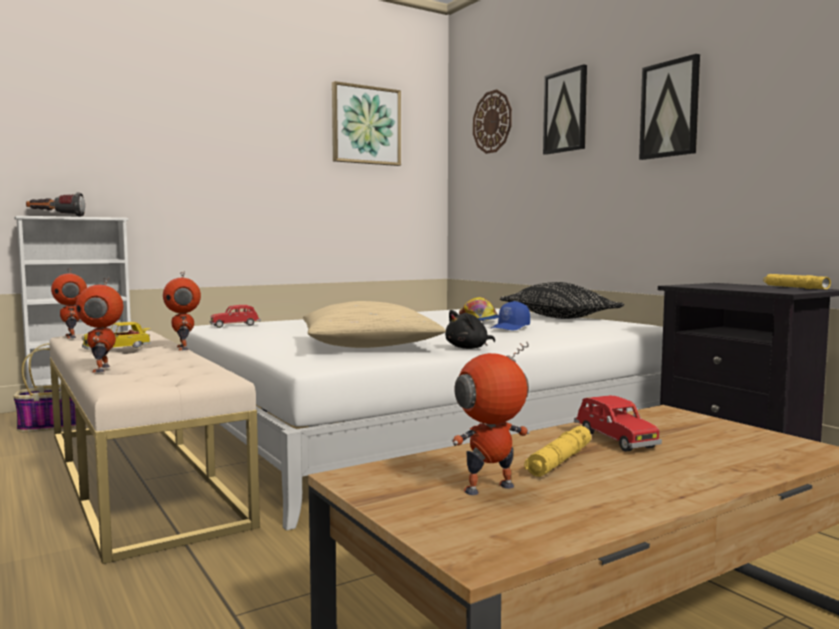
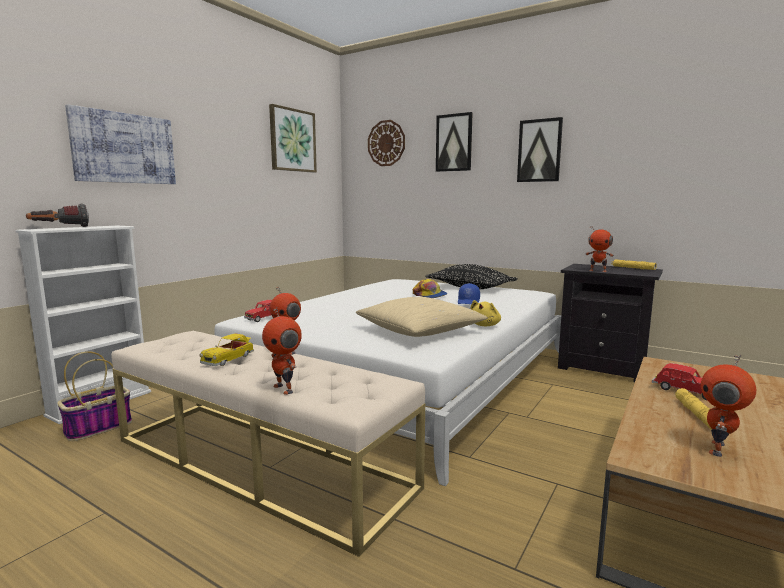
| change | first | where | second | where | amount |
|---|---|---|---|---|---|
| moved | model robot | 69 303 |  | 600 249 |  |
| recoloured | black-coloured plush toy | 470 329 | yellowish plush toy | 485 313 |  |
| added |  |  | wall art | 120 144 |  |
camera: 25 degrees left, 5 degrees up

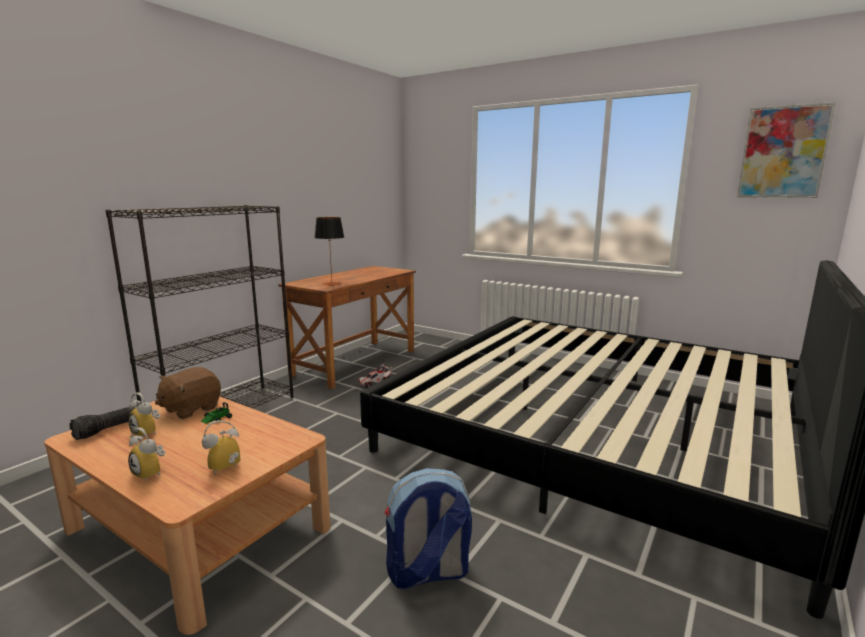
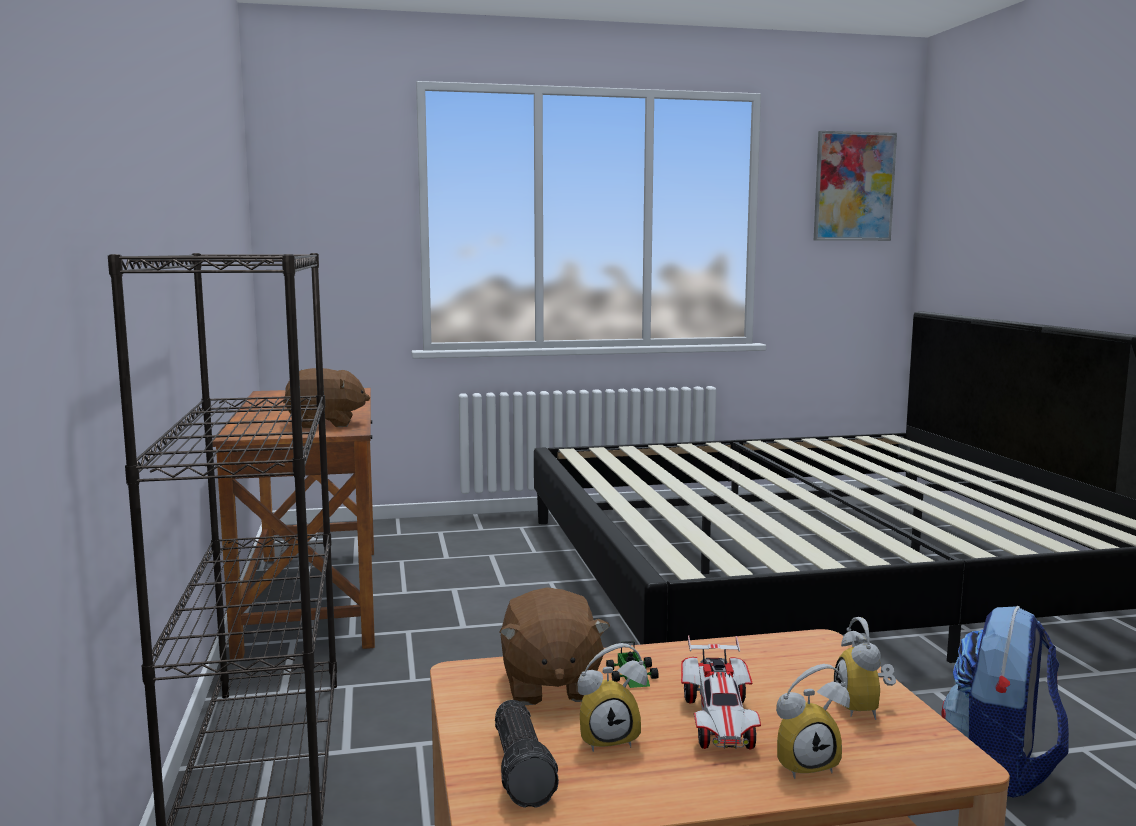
| change | first | where | second | where | amount |
|---|---|---|---|---|---|
| replaced | table lamp | 329 251 | brownish plush toy | 326 398 |  |
| moved | model car | 375 375 |  | 721 693 |  |
camera: 45 degrees left, 5 degrees down

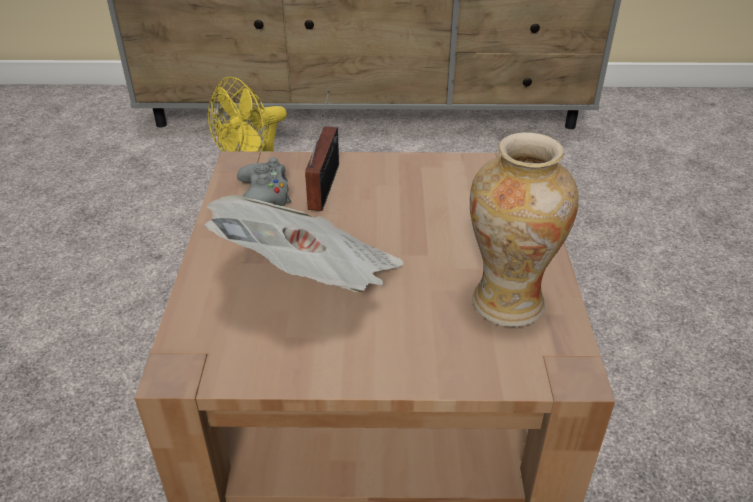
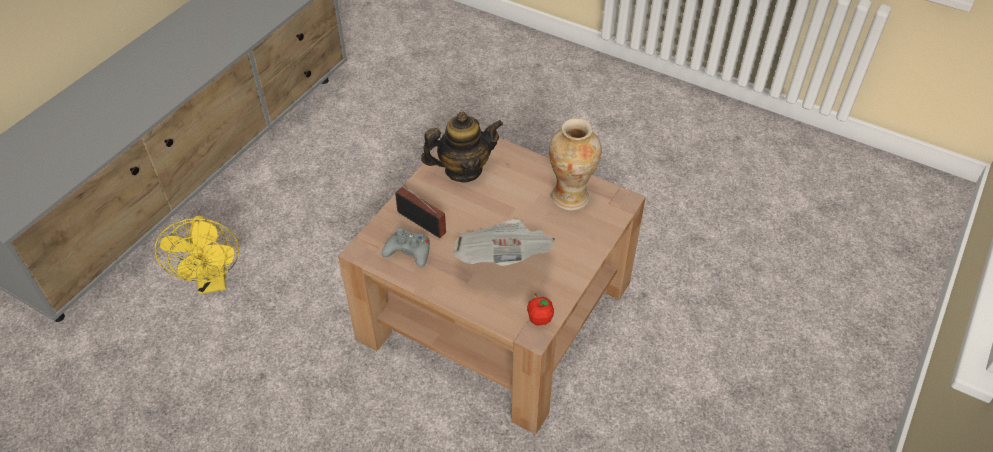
| change | first | where | second | where | amount |
|---|---|---|---|---|---|
| added |  |  | tea pot | 462 147 |  |
| added |  |  | apple | 540 309 |  |
camera: 60 degrees left, 10 degrees up

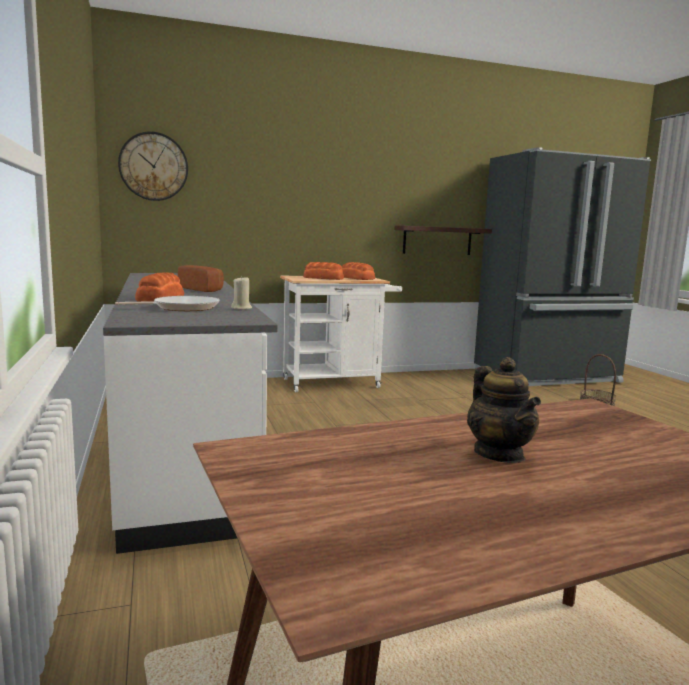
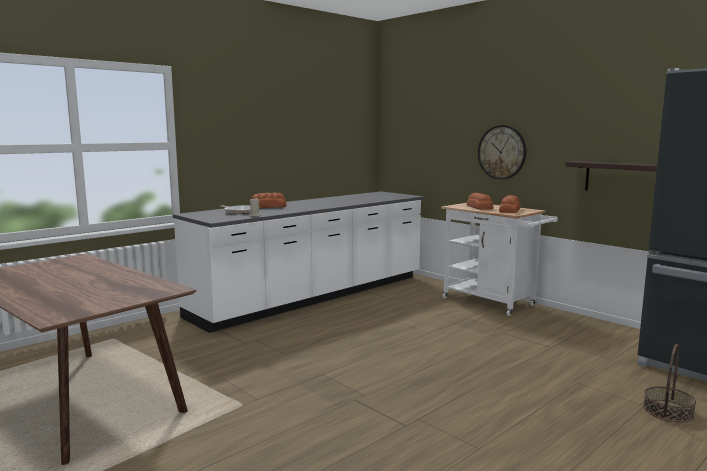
| change | first | where | second | where | amount |
|---|---|---|---|---|---|
| moved | hanging clock | 153 166 |  | 502 152 |  |
| removed | bread | 201 278 |  |  |  |
| removed | tea pot | 504 410 |  |  |  |
camera: 65 degrees right, 0 degrees up

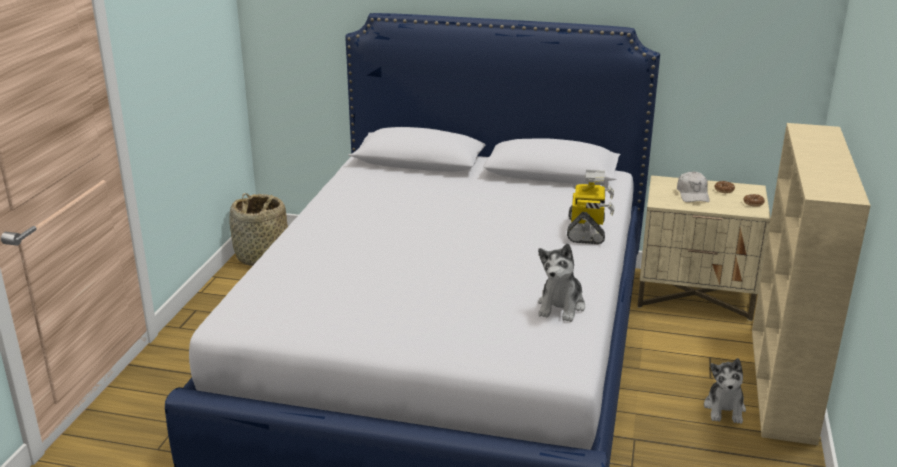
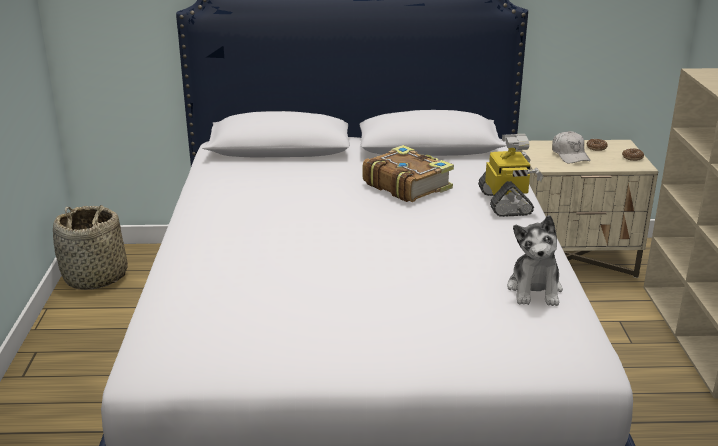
| change | first | where | second | where | amount |
|---|---|---|---|---|---|
| removed | plush toy | 725 391 |  |  |  |
| added |  |  | book | 408 173 |  |
camera: 15 degrees left, 0 degrees up

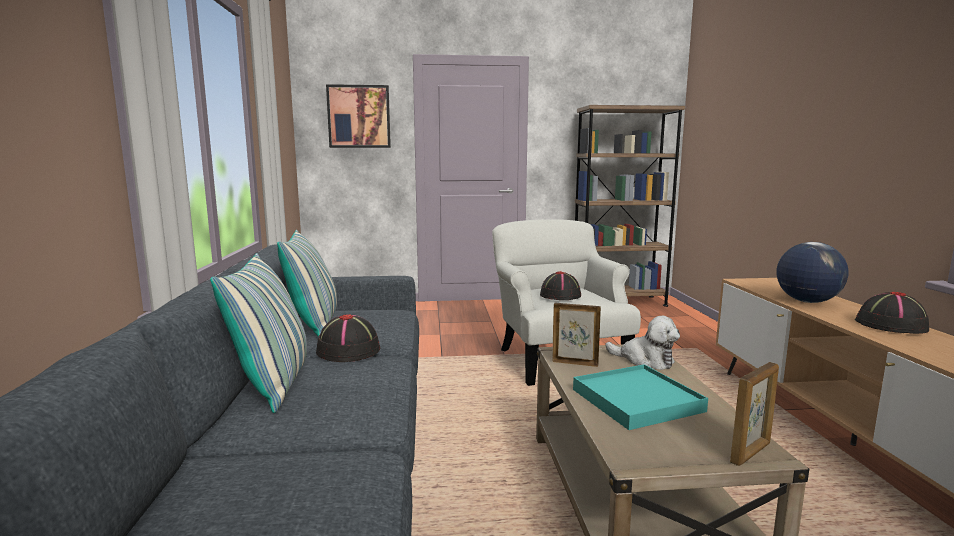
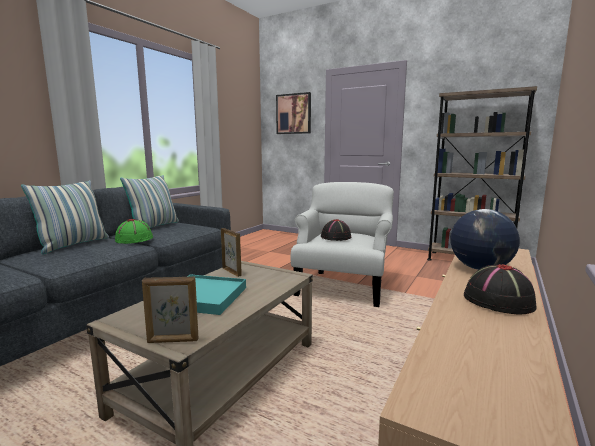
| change | first | where | second | where | amount |
|---|---|---|---|---|---|
| recoloured | black-coloured clothing hat | 348 338 | green-coloured clothing hat | 134 231 |  |
| removed | plush toy | 642 343 |  |  |  |
camera: 35 degrees right, 0 degrees up

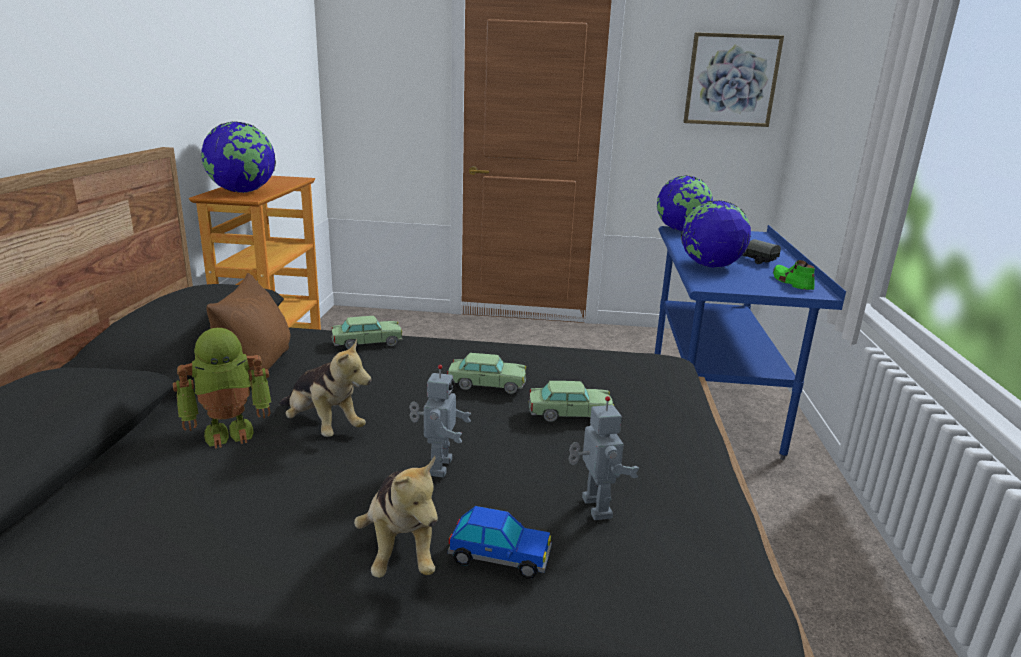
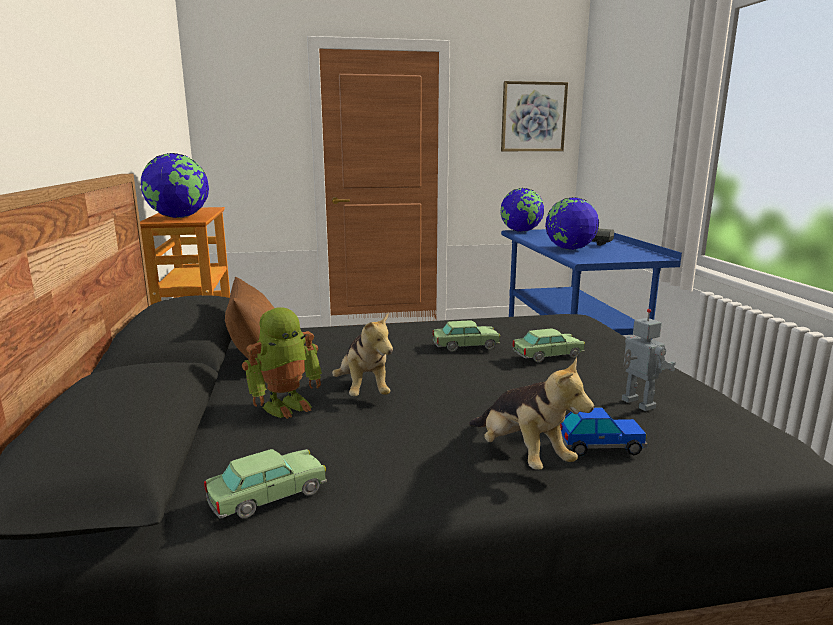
| change | first | where | second | where | amount |
|---|---|---|---|---|---|
| turned | plush toy | 325 387 |  | 362 354 | 45 degrees clockwise |
| moved | model car | 367 332 |  | 265 483 |  |
| removed | model robot | 440 421 |  |  |  |
| removed | green-coloured low shoe | 794 275 |  |  |  |
camera: 15 degrees left, 5 degrees down

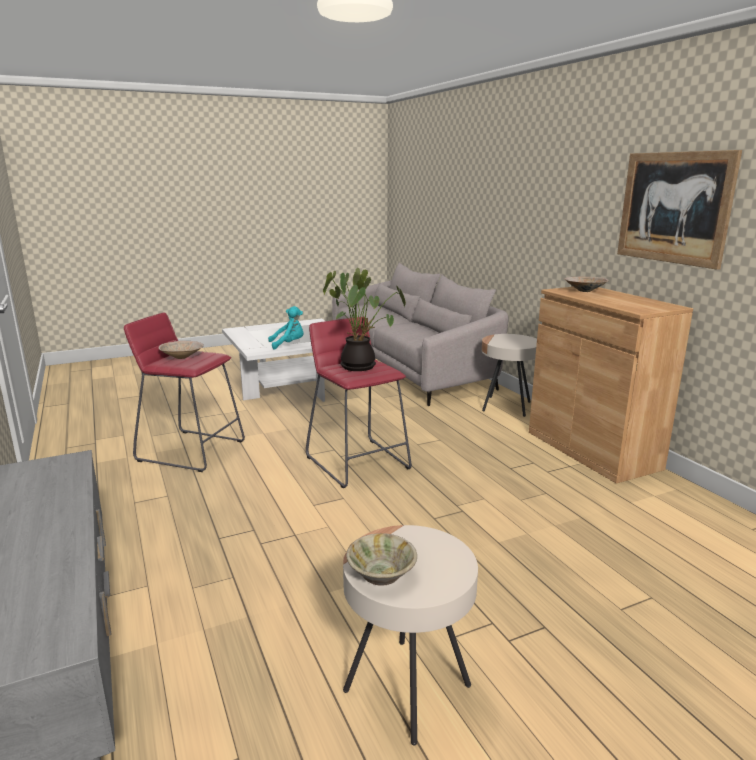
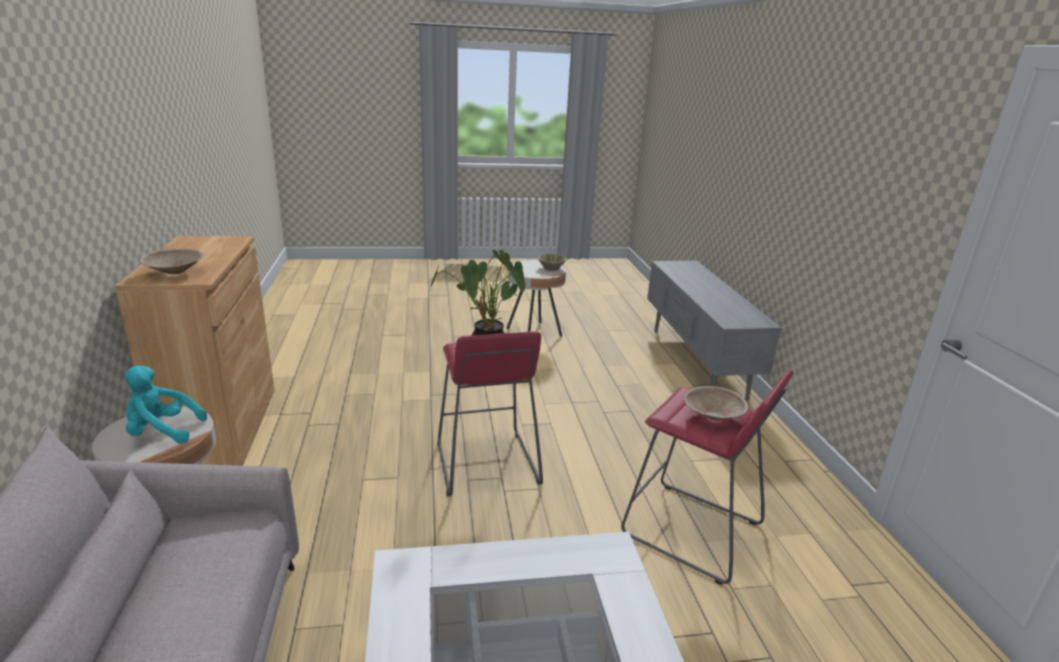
| change | first | where | second | where | amount |
|---|---|---|---|---|---|
| moved | turquoise plush toy | 286 327 |  | 165 405 |  |
| removed | wall art | 679 210 |  |  |  |
camera: 165 degrees left, 5 degrees up

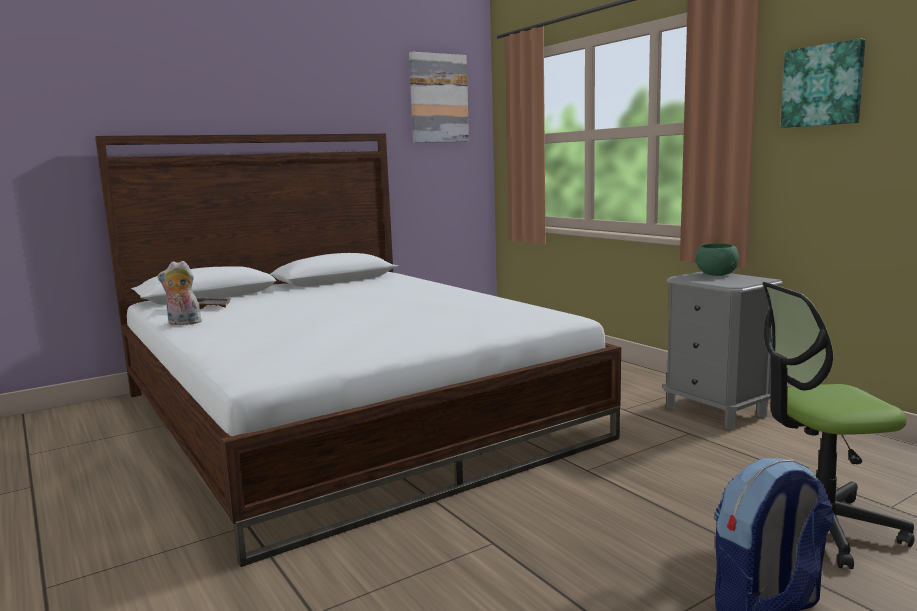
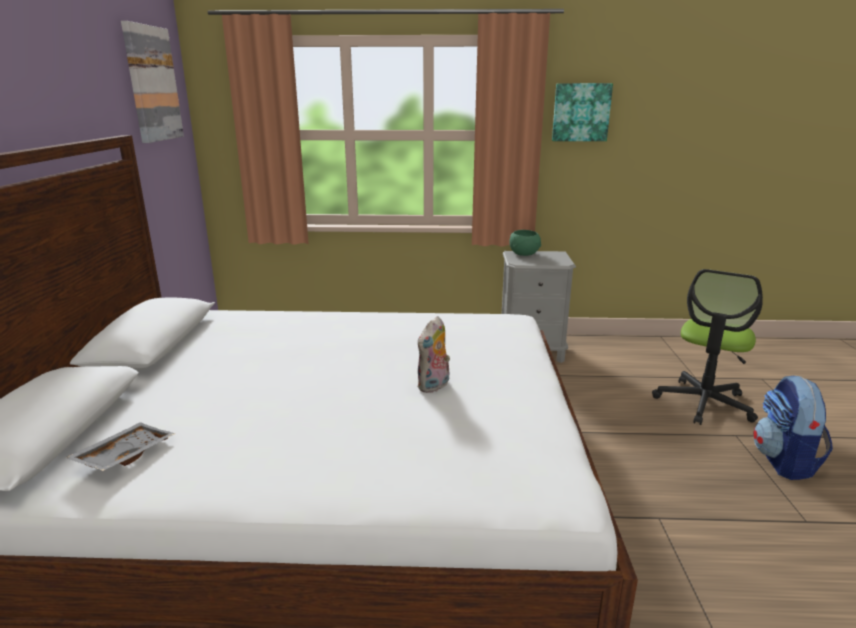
| change | first | where | second | where | amount |
|---|---|---|---|---|---|
| moved | plush toy | 180 293 |  | 433 354 |  |
camera: 55 degrees left, 10 degrees up

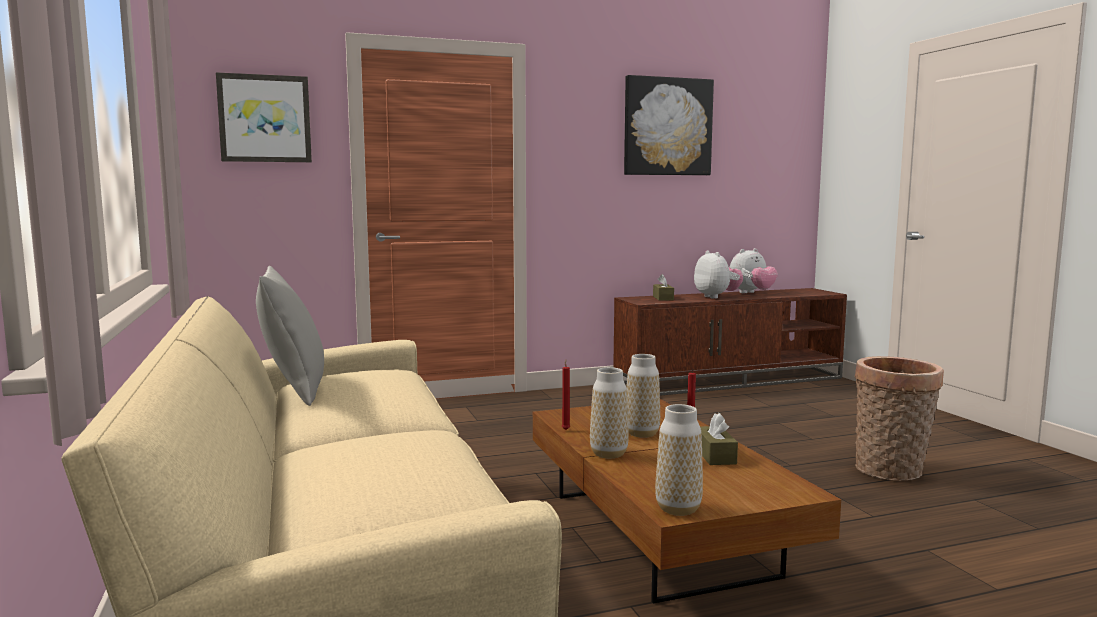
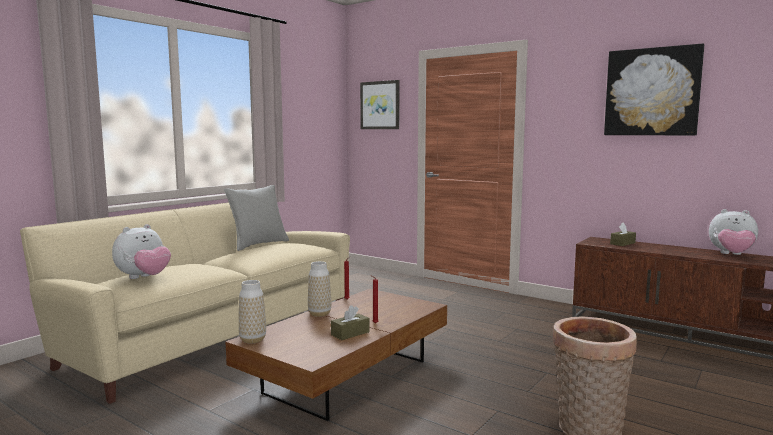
| change | first | where | second | where | amount |
|---|---|---|---|---|---|
| removed | decorative vase | 643 396 |  |  |  |
| moved | plush toy | 718 275 |  | 141 251 |  |
camera: 55 degrees right, 0 degrees up

